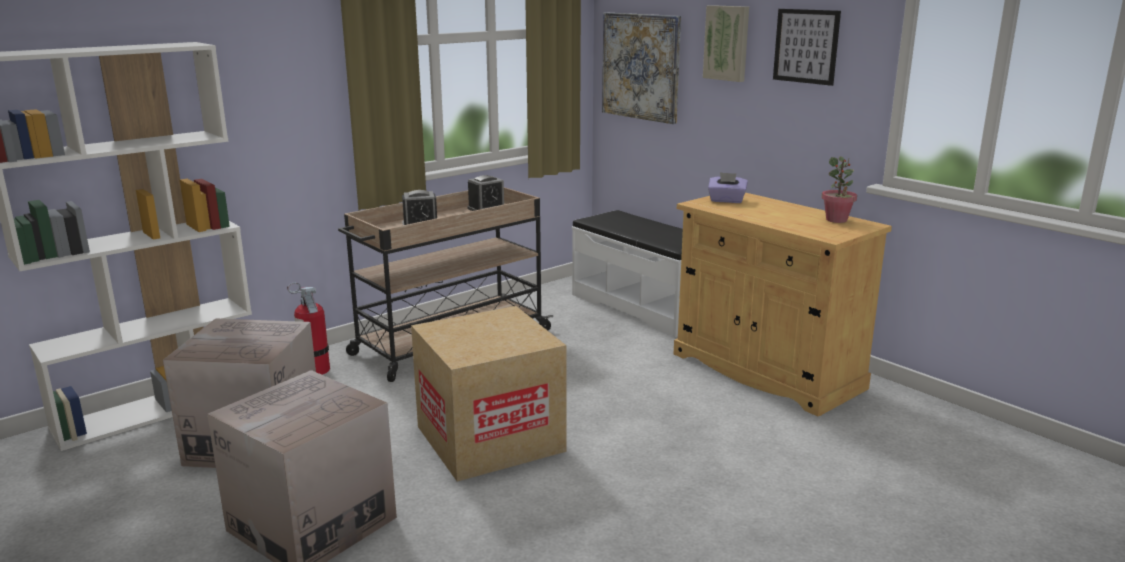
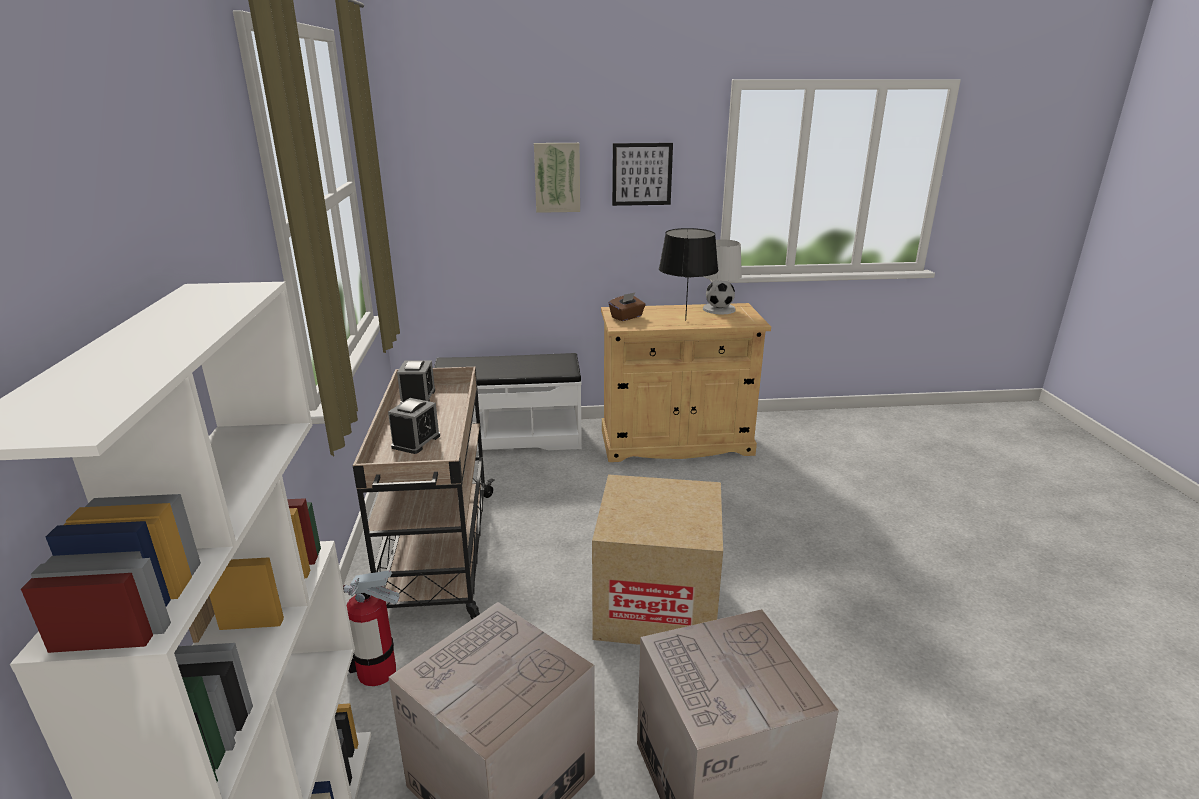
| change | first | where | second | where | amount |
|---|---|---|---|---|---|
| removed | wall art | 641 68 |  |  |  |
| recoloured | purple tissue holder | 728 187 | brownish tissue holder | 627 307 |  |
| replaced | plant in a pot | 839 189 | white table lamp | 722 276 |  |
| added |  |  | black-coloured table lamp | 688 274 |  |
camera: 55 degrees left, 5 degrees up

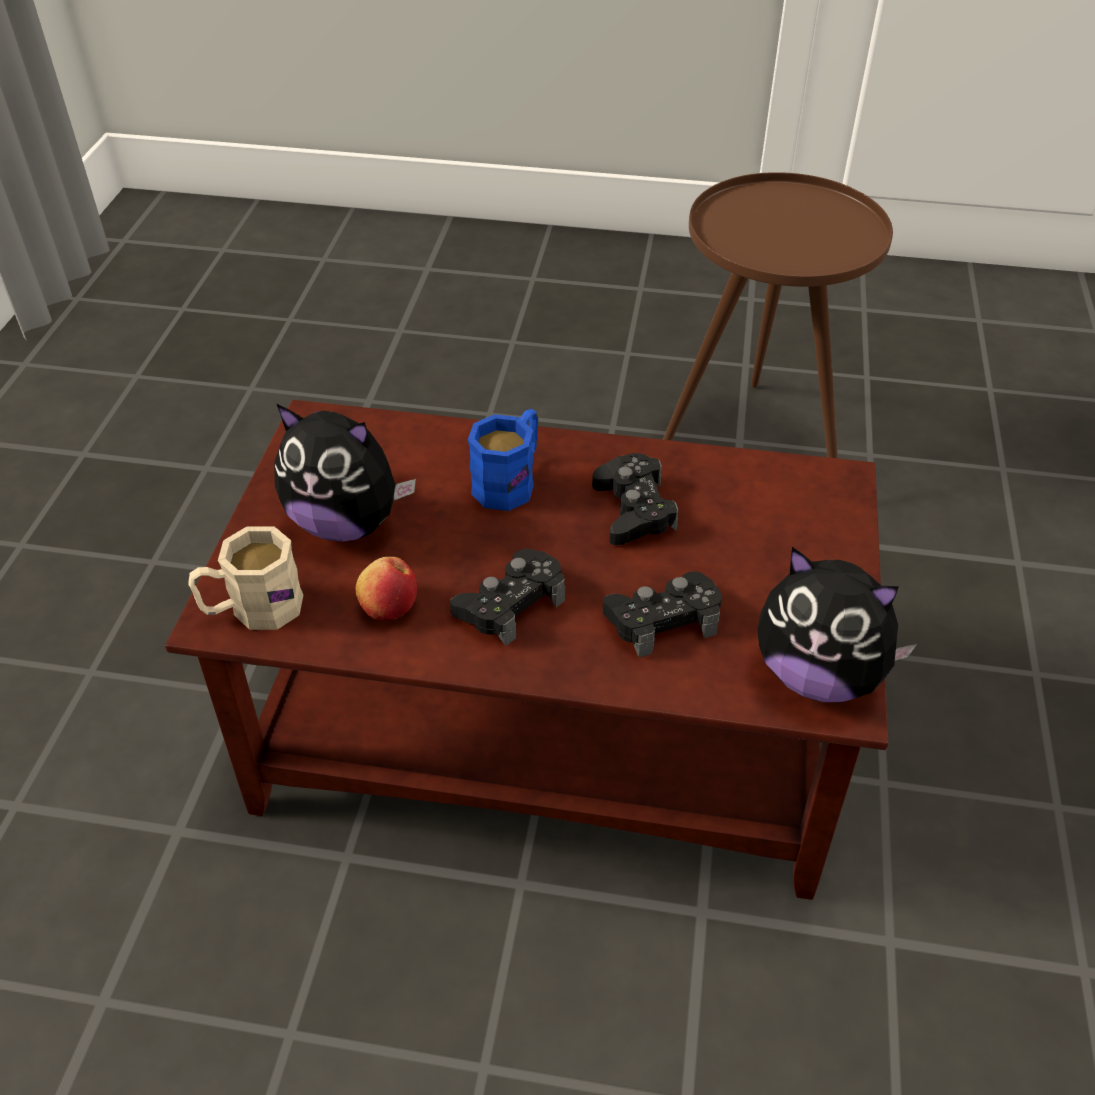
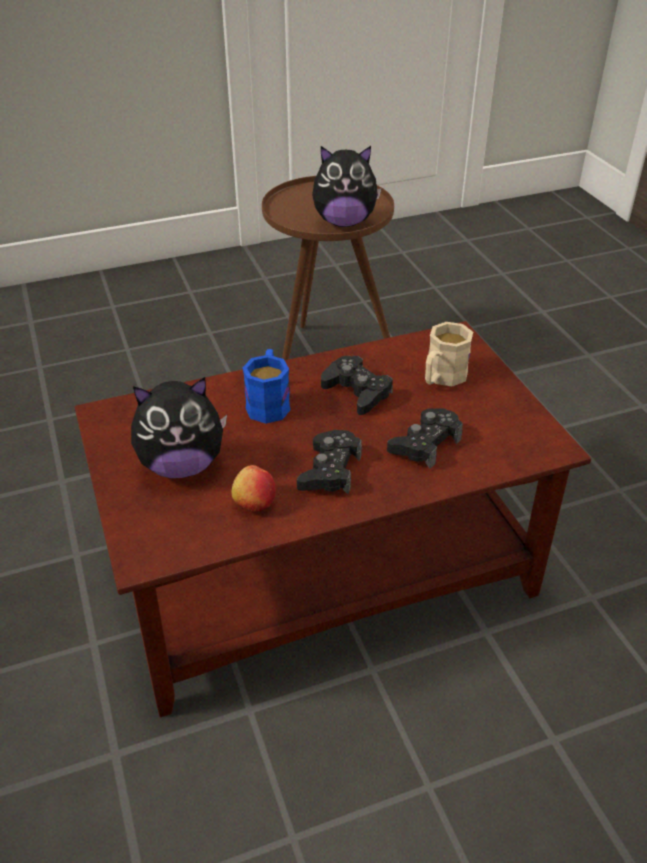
| change | first | where | second | where | amount |
|---|---|---|---|---|---|
| moved | beige-coloured coffee mug | 245 578 |  | 449 354 |  |
| moved | plush toy | 837 624 |  | 347 186 |  |
camera: 30 degrees left, 5 degrees down

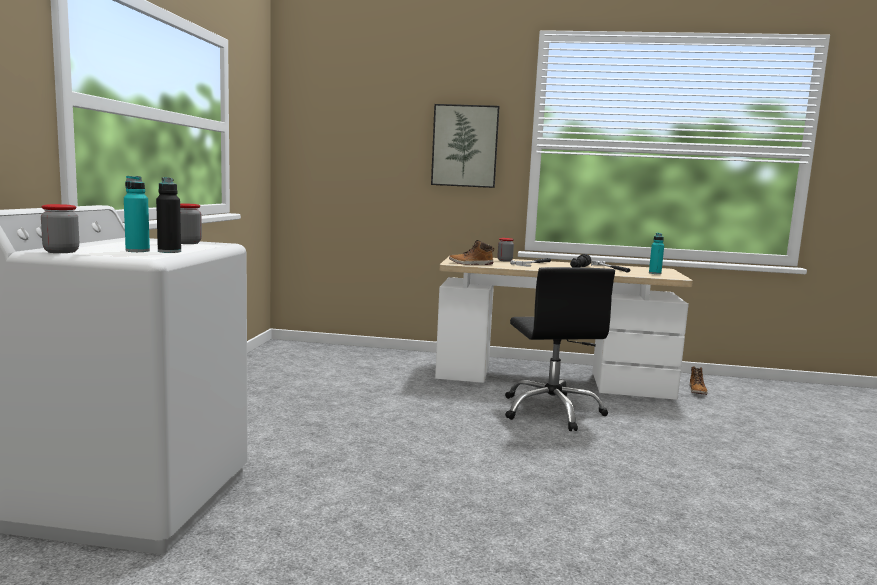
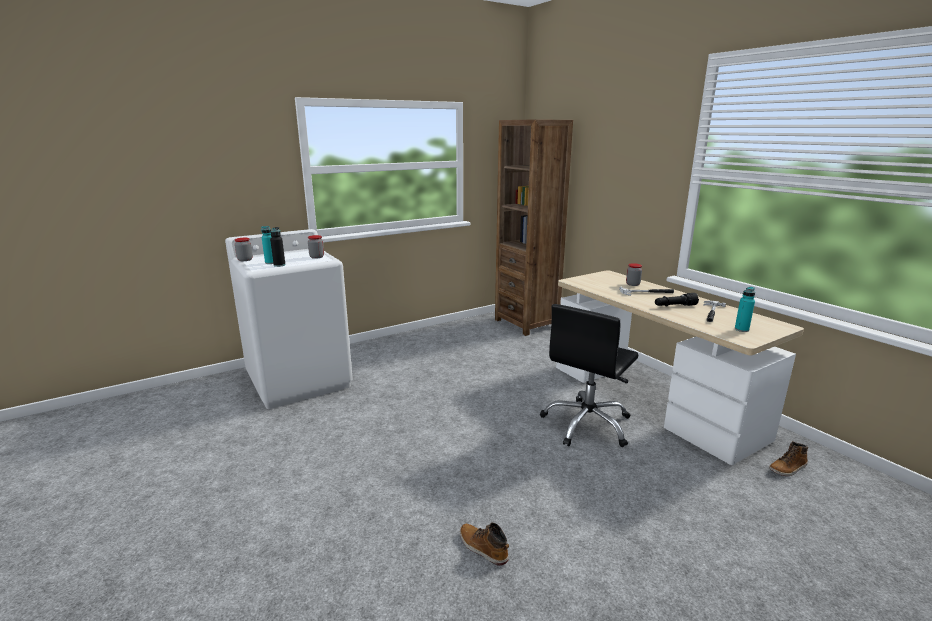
| change | first | where | second | where | amount |
|---|---|---|---|---|---|
| removed | wall art | 465 146 |  |  |  |
| moved | tall boot | 471 252 |  | 484 544 |  |
| added |  |  | brownish bookshelf | 534 227 |  |
camera: 50 degrees right, 10 degrees up

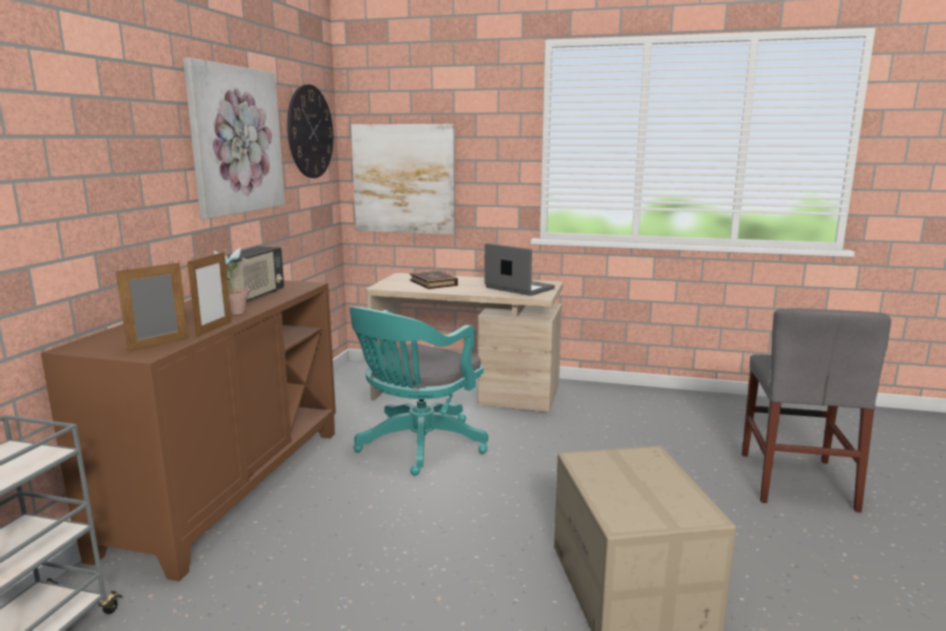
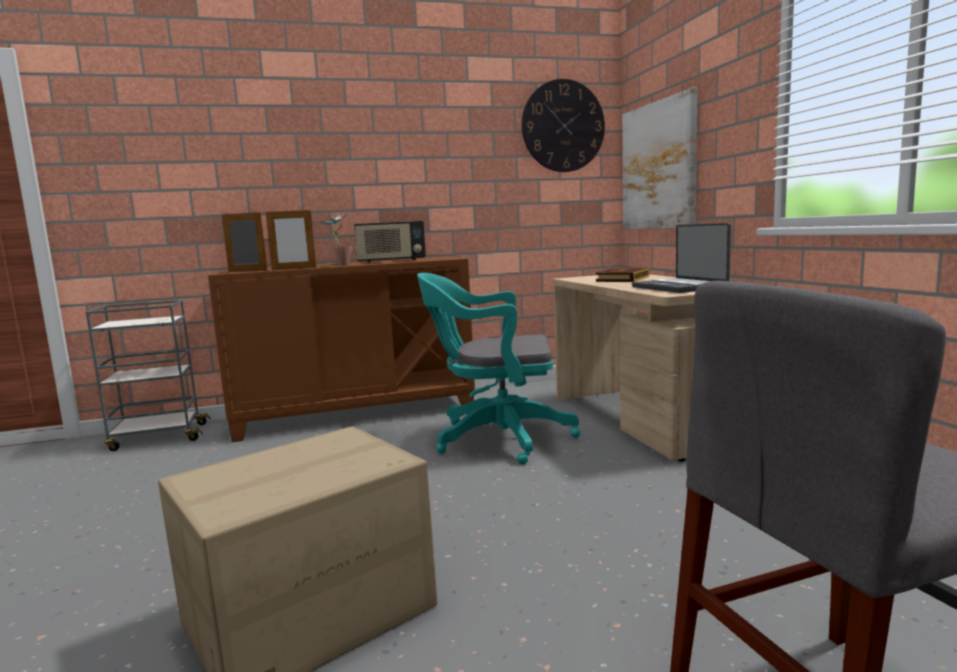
| change | first | where | second | where | amount |
|---|---|---|---|---|---|
| removed | wall art | 234 138 |  |  |  |
| turned | portable computer | 519 269 |  | 681 258 | 150 degrees clockwise |
camera: 60 degrees right, 5 degrees down

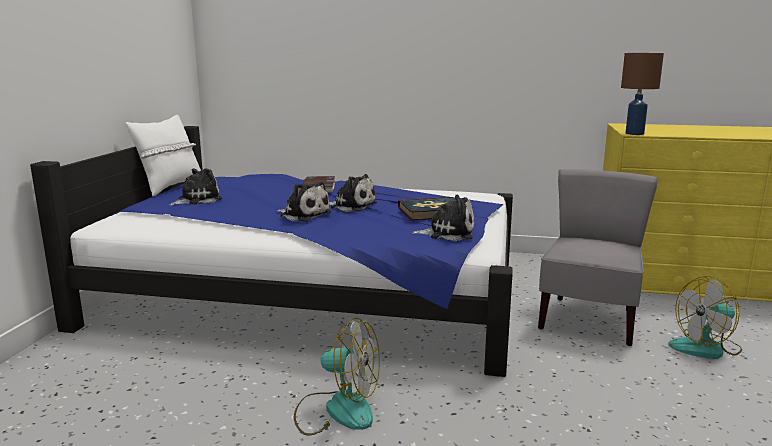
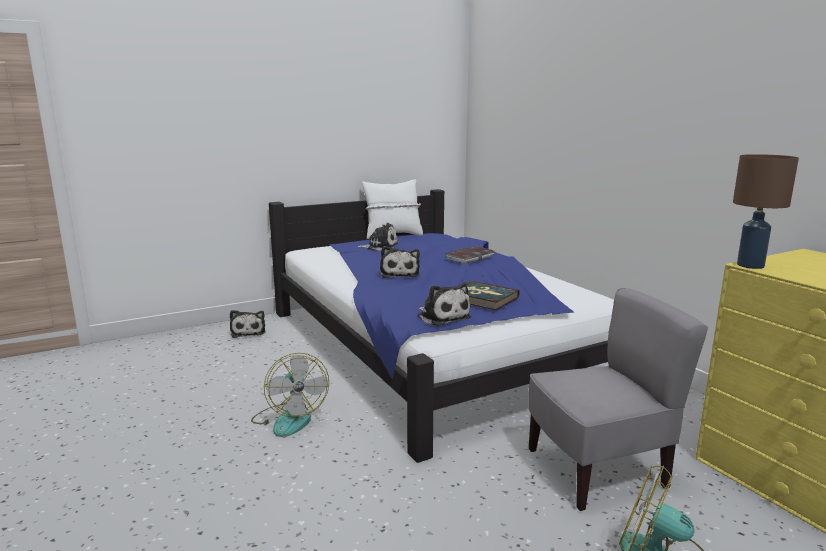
| change | first | where | second | where | amount |
|---|---|---|---|---|---|
| moved | plush toy | 353 193 |  | 247 324 |  |
camera: 50 degrees right, 0 degrees up

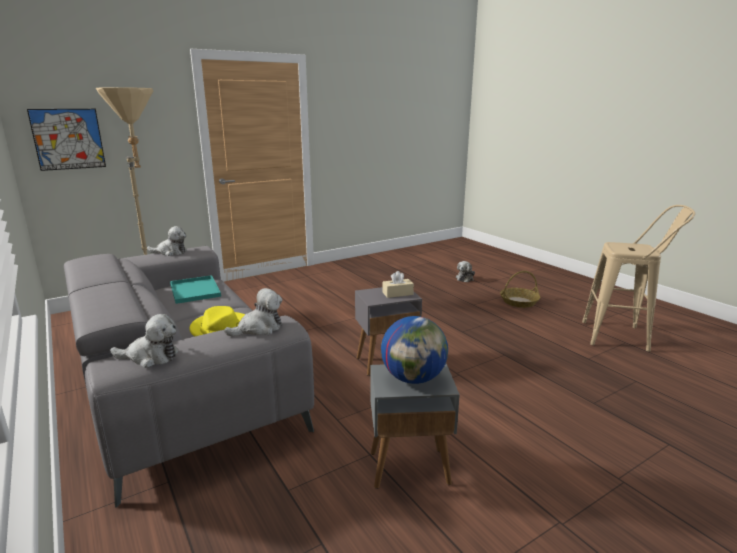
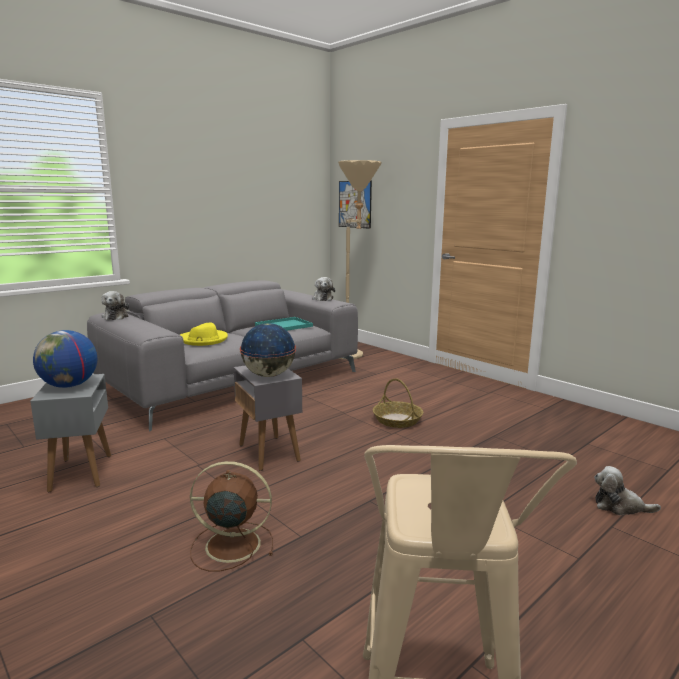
| change | first | where | second | where | amount |
|---|---|---|---|---|---|
| removed | plush toy | 253 312 |  |  |  |
| replaced | beige-coloured tissue holder | 398 284 | world globe | 268 350 |  |
| moved | basket | 520 289 |  | 398 403 |  |
| added |  |  | brownish cooling fan | 231 516 |  |
camera: 80 degrees right, 5 degrees down

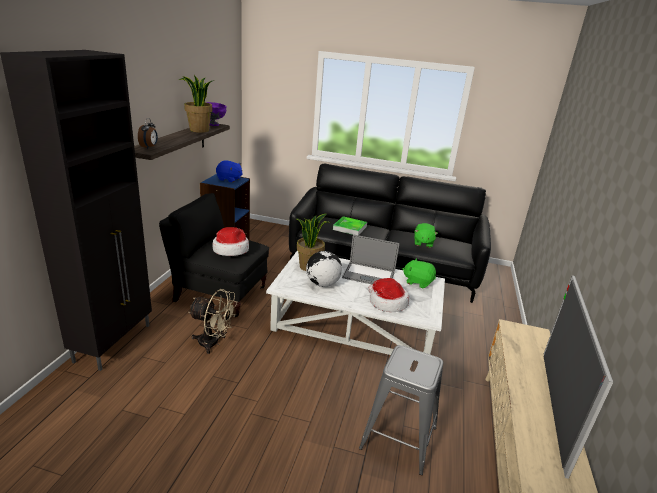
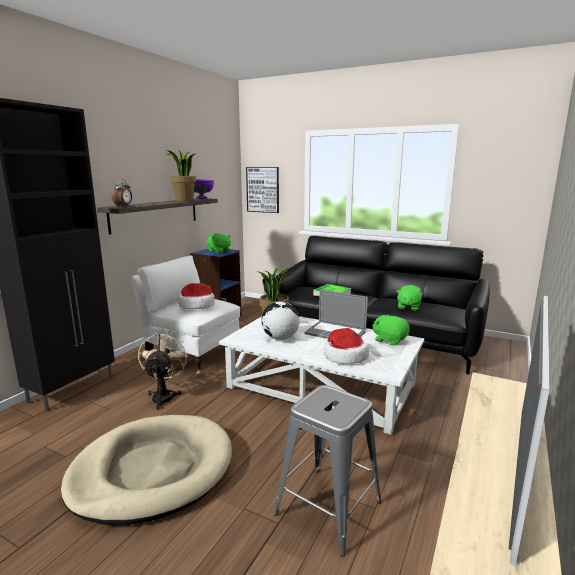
| change | first | where | second | where | amount |
|---|---|---|---|---|---|
| recoloured | black-coloured lounge chair | 214 255 | white lounge chair | 185 315 |  |
| turned | beige-coloured cooling fan | 212 321 |  | 163 370 | 120 degrees counterclockwise |
| recoloured | bluish plush toy | 229 171 | green-coloured plush toy | 219 243 |  |
| added |  |  | beige-coloured dog bed | 146 470 |  |
| added |  |  | wall art | 262 190 |  |
camera: 15 degrees right, 10 degrees down

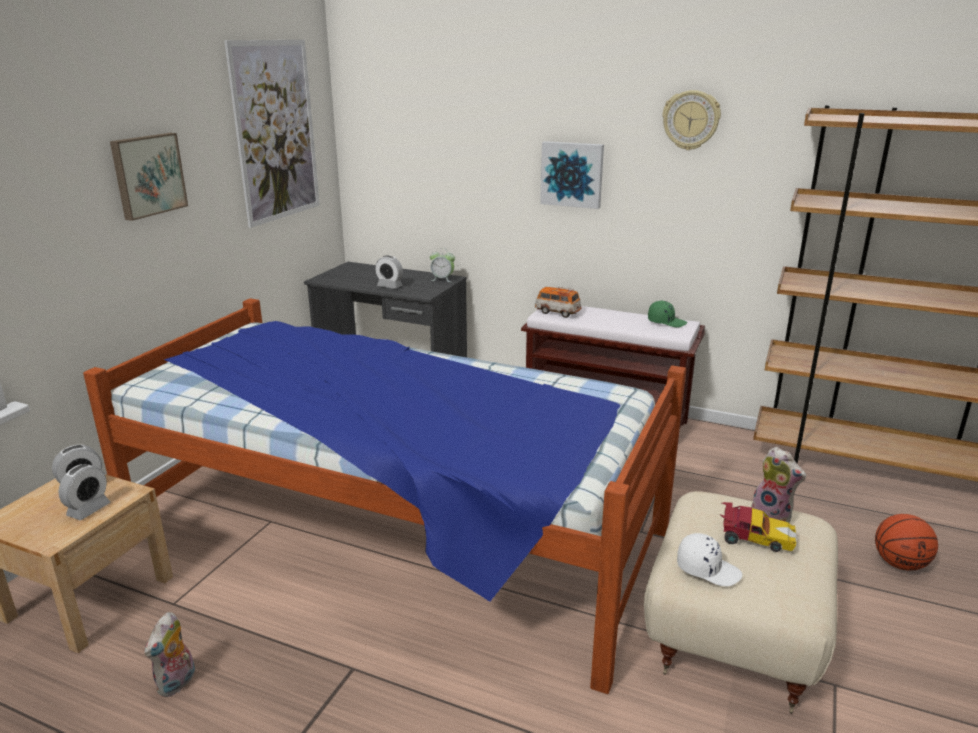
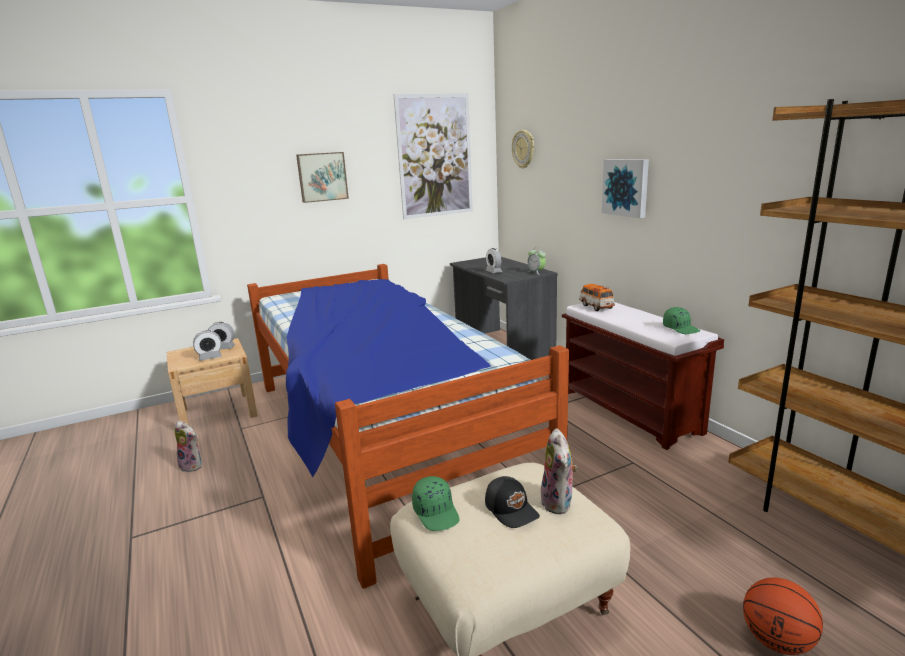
| change | first | where | second | where | amount |
|---|---|---|---|---|---|
| turned | plush toy | 170 654 |  | 188 446 | 120 degrees counterclockwise |
| moved | hanging clock | 691 120 |  | 523 149 |  |
| recoloured | white cap | 709 560 | green-coloured cap | 435 503 |  |
| replaced | model car | 758 527 | black-coloured cap | 512 502 |  |
camera: 40 degrees right, 5 degrees down

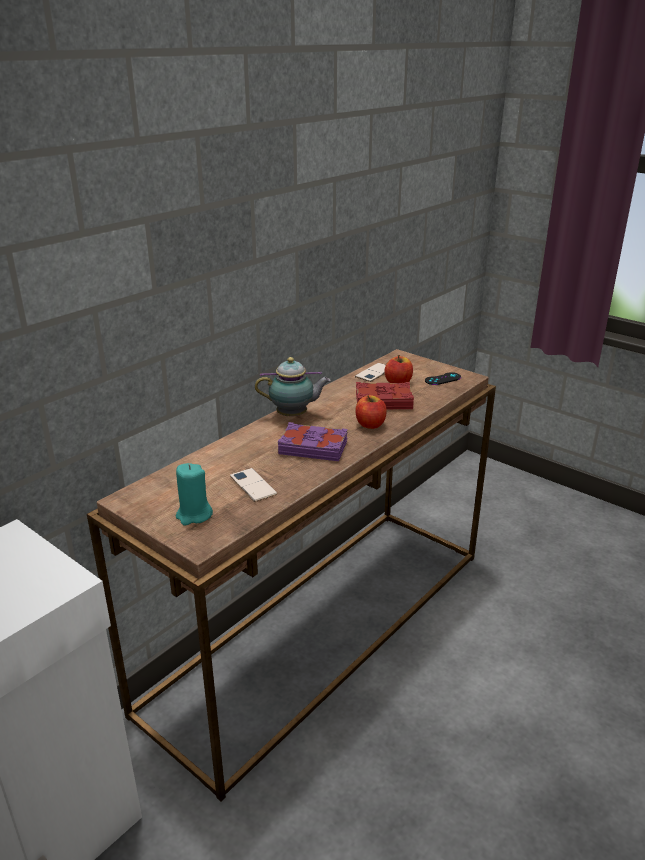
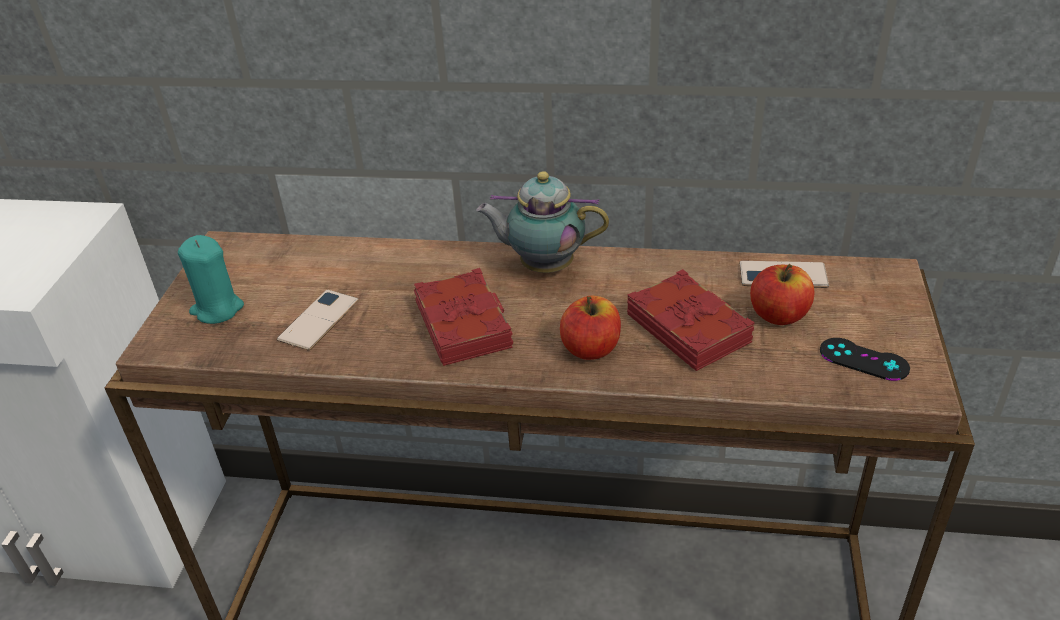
| change | first | where | second | where | amount |
|---|---|---|---|---|---|
| turned | tea pot | 293 386 |  | 542 222 | 135 degrees clockwise |
| recoloured | purple book | 312 441 | red-coloured book | 463 317 |  |
camera: 60 degrees right, 10 degrees up

